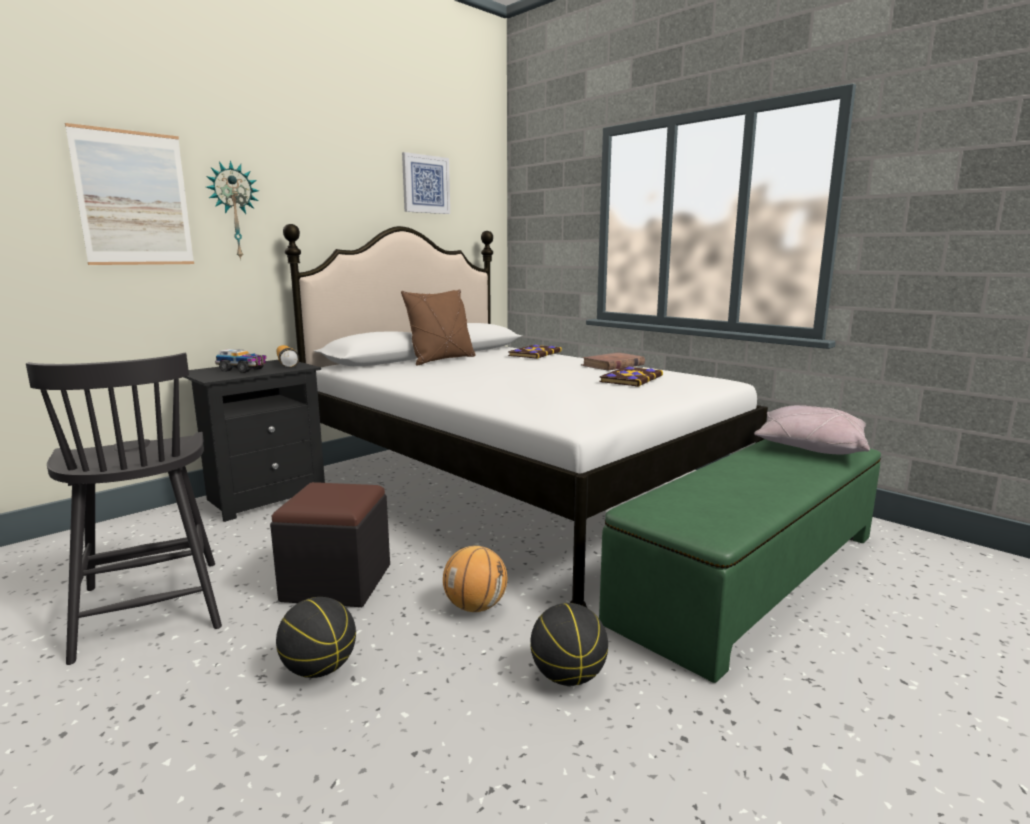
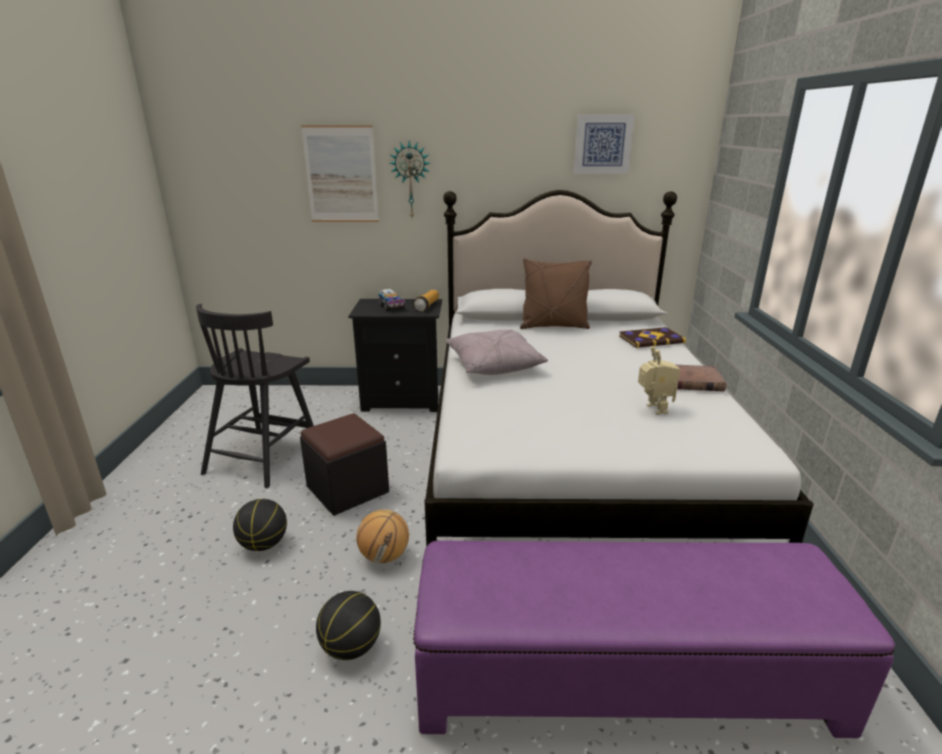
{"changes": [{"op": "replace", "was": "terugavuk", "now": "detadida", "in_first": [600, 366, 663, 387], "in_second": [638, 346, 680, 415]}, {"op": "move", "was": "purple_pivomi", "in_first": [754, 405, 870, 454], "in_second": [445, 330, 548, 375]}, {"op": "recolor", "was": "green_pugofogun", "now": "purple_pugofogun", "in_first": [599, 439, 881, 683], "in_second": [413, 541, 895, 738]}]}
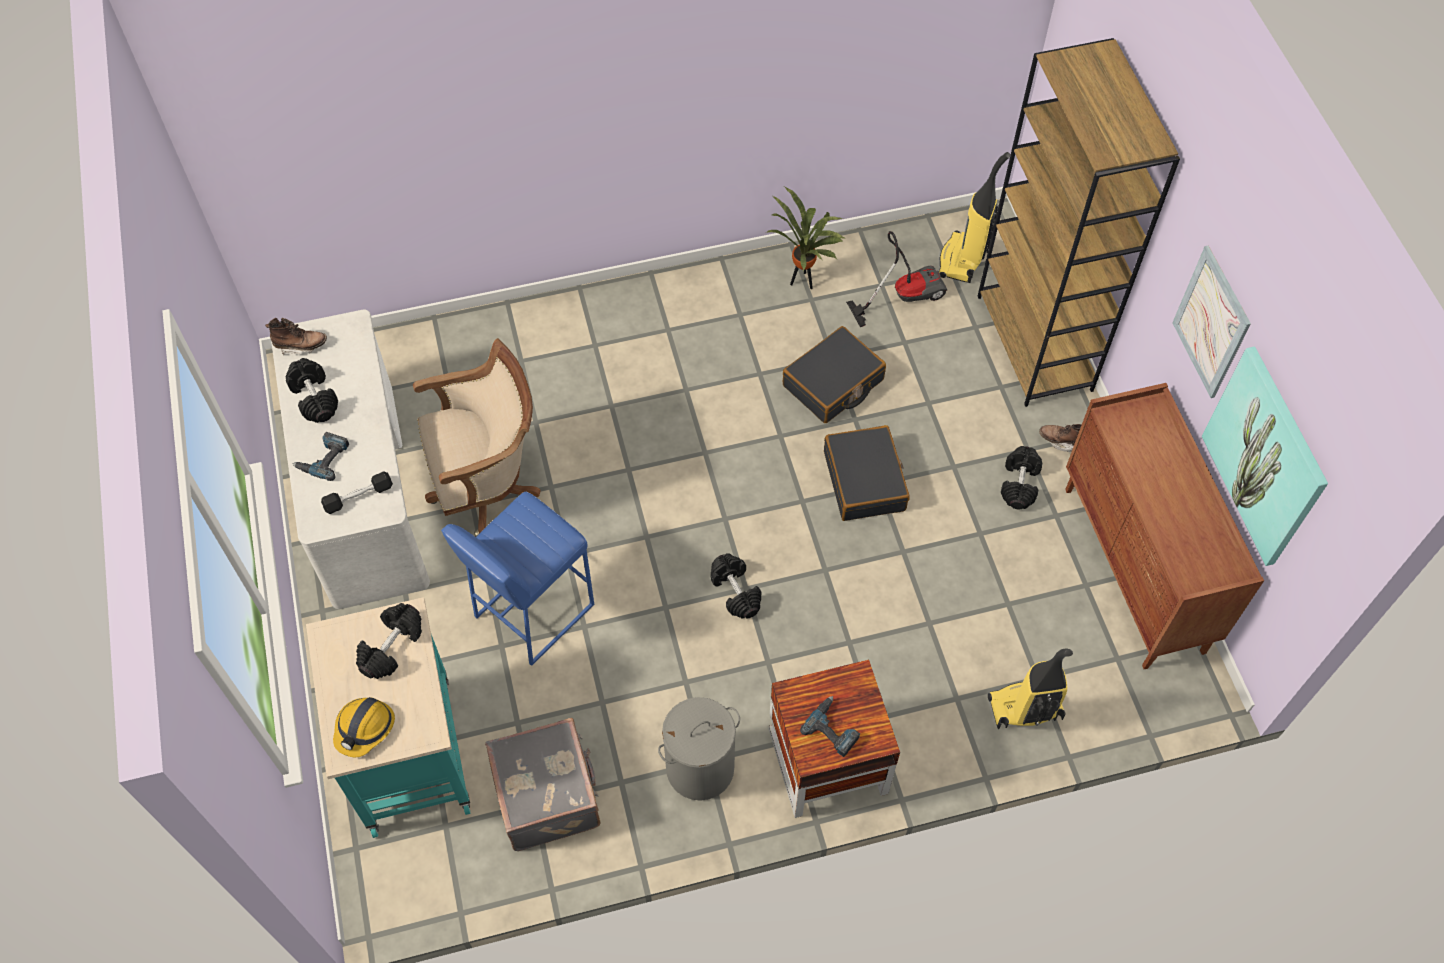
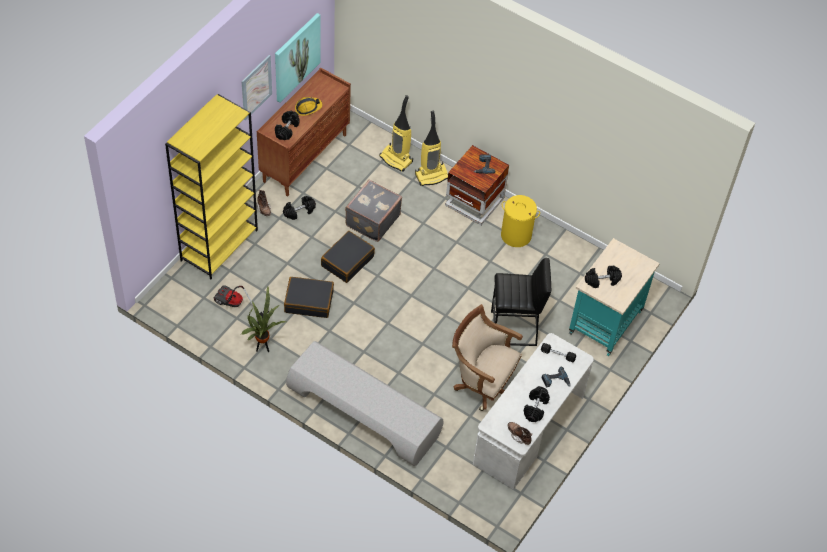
{"changes": [{"op": "recolor", "was": "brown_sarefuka", "now": "yellow_sarefuka", "in_first": [978, 38, 1180, 407], "in_second": [165, 94, 258, 280]}, {"op": "move", "was": "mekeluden", "in_first": [939, 152, 1010, 283], "in_second": [415, 111, 448, 186]}, {"op": "recolor", "was": "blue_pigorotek", "now": "black_pigorotek", "in_first": [441, 492, 594, 666], "in_second": [491, 258, 551, 346]}, {"op": "move", "was": "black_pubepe", "in_first": [710, 553, 761, 619], "in_second": [275, 110, 299, 140]}, {"op": "move", "was": "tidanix", "in_first": [333, 697, 395, 757], "in_second": [295, 97, 322, 116]}, {"op": "recolor", "was": "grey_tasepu", "now": "yellow_tasepu", "in_first": [658, 697, 740, 801], "in_second": [501, 195, 540, 247]}, {"op": "move", "was": "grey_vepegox", "in_first": [485, 718, 601, 851], "in_second": [345, 180, 402, 242]}, {"op": "insert", "now": "grey_pugofogun", "in_second": [286, 341, 443, 466]}]}
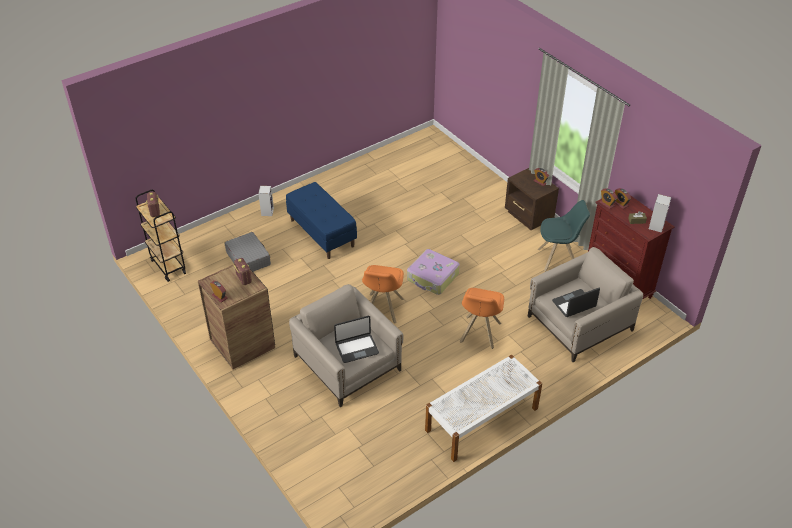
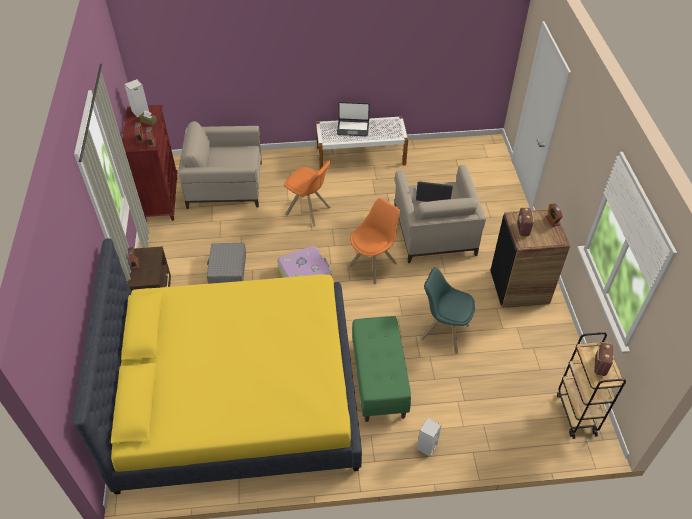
{"changes": [{"op": "recolor", "was": "blue_pugofogun", "now": "green_pugofogun", "in_first": [286, 182, 357, 259], "in_second": [352, 316, 411, 422]}, {"op": "move", "was": "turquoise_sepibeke", "in_first": [538, 200, 590, 271], "in_second": [420, 267, 475, 354]}, {"op": "move", "was": "grey_vepegox", "in_first": [225, 232, 271, 272], "in_second": [207, 243, 246, 284]}, {"op": "rotate", "was": "orange_sepibeke", "in_first": [460, 288, 504, 349], "in_second": [284, 161, 331, 226], "clockwise": 75}, {"op": "move", "was": "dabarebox", "in_first": [552, 288, 600, 317], "in_second": [337, 102, 370, 136]}, {"op": "insert", "now": "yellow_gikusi", "in_second": [73, 238, 362, 494]}]}
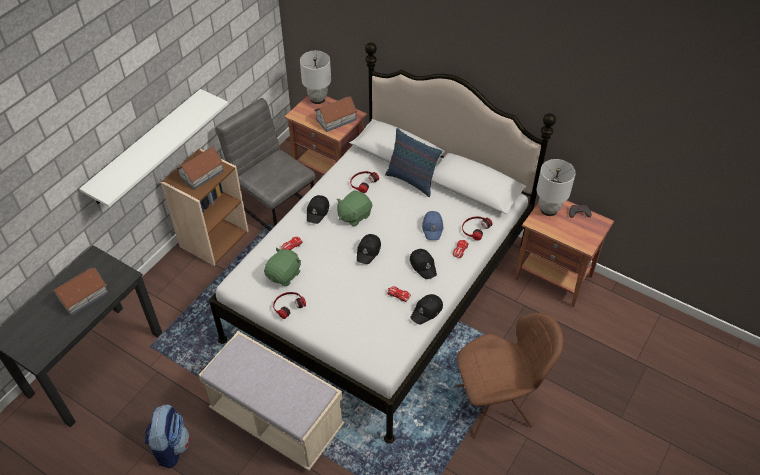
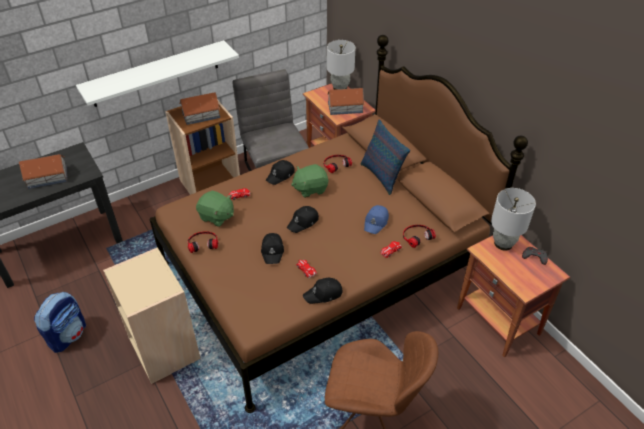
{"changes": [{"op": "recolor", "was": "white_gikusi", "now": "brown_gikusi", "in_first": [209, 42, 556, 444], "in_second": [150, 35, 528, 413]}, {"op": "rotate", "was": "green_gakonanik", "in_first": [264, 247, 301, 286], "in_second": [196, 191, 234, 227], "clockwise": 60}, {"op": "move", "was": "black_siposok", "in_first": [410, 249, 437, 279], "in_second": [261, 233, 284, 264]}, {"op": "replace", "was": "beige_pugofogun", "now": "beige_sarefuka", "in_first": [199, 331, 344, 471], "in_second": [103, 247, 201, 384]}]}
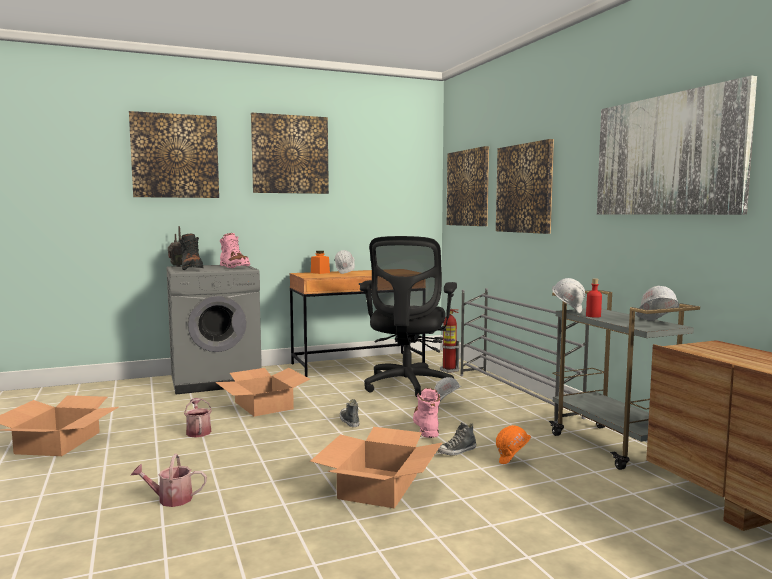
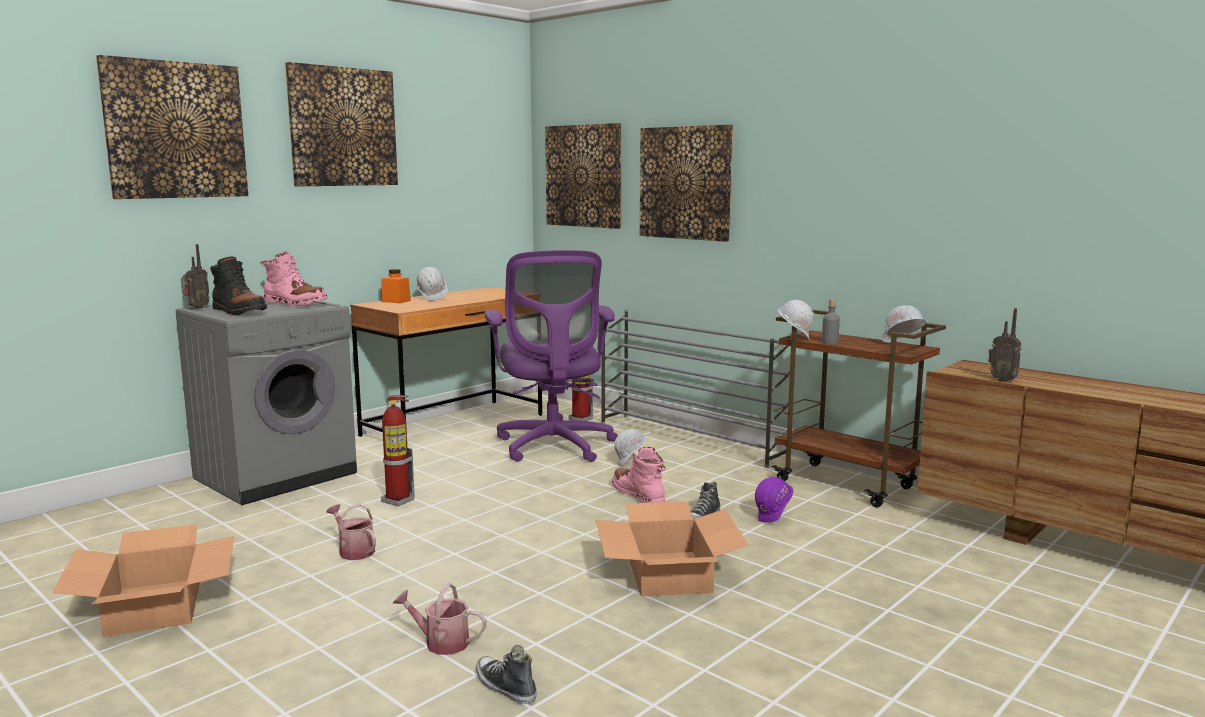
{"changes": [{"op": "delete", "was": "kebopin", "in_first": [597, 76, 757, 215]}, {"op": "recolor", "was": "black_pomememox", "now": "purple_pomememox", "in_first": [360, 236, 457, 397], "in_second": [485, 250, 618, 462]}, {"op": "recolor", "was": "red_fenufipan", "now": "grey_fenufipan", "in_first": [586, 278, 602, 318], "in_second": [822, 300, 840, 344]}, {"op": "recolor", "was": "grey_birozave", "now": "brown_birozave", "in_first": [548, 290, 700, 470], "in_second": [771, 310, 946, 507]}, {"op": "replace", "was": "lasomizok", "now": "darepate", "in_first": [215, 368, 310, 417], "in_second": [381, 395, 415, 506]}, {"op": "move", "was": "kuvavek", "in_first": [340, 399, 360, 427], "in_second": [476, 645, 537, 704]}, {"op": "recolor", "was": "orange_tidanix", "now": "purple_tidanix", "in_first": [496, 425, 531, 464], "in_second": [755, 477, 793, 523]}, {"op": "rotate", "was": "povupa", "in_first": [131, 454, 207, 507], "in_second": [392, 583, 487, 655], "clockwise": 45}, {"op": "insert", "now": "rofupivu", "in_second": [988, 308, 1021, 382]}]}
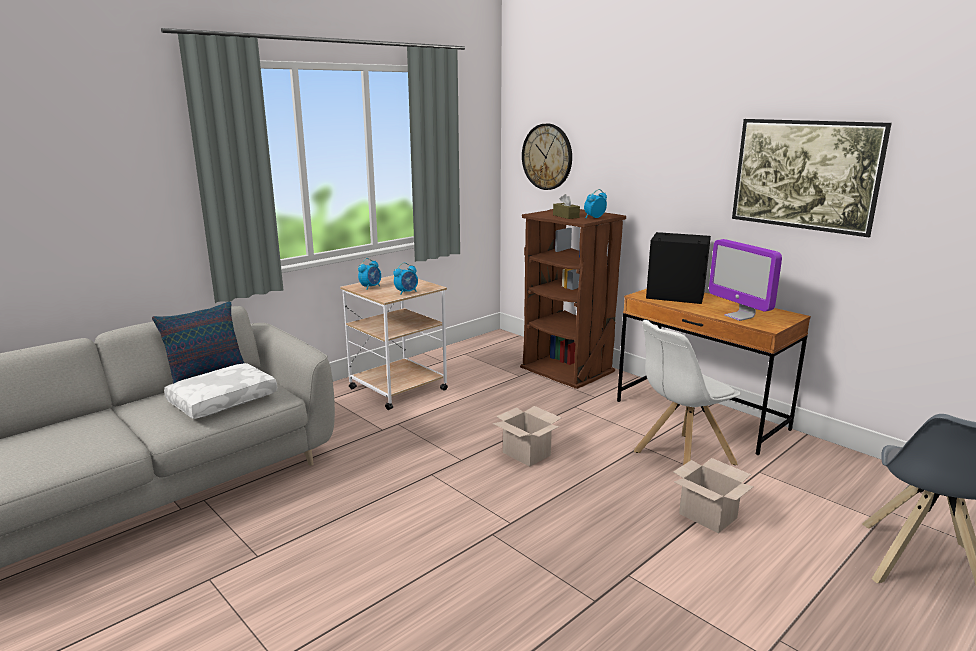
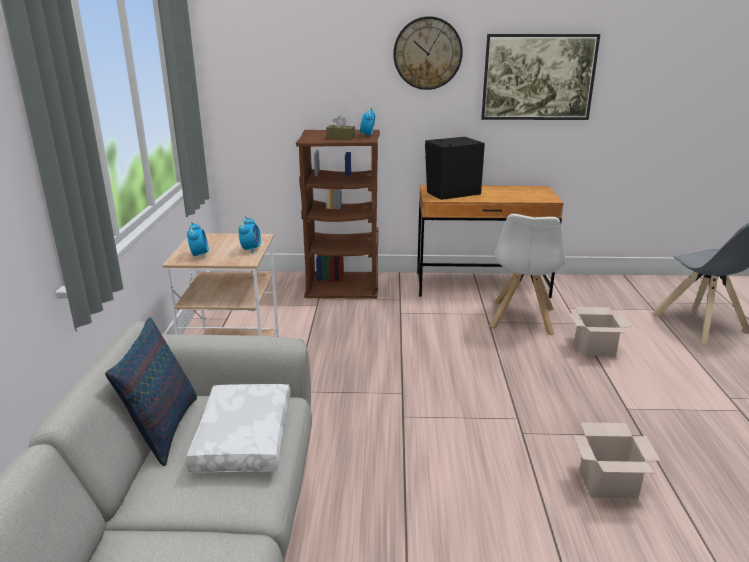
{"changes": [{"op": "move", "was": "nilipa", "in_first": [522, 124, 572, 190], "in_second": [393, 16, 463, 90]}, {"op": "delete", "was": "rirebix", "in_first": [709, 239, 782, 321]}, {"op": "move", "was": "lasomizok", "in_first": [493, 406, 561, 467], "in_second": [573, 422, 661, 498]}]}
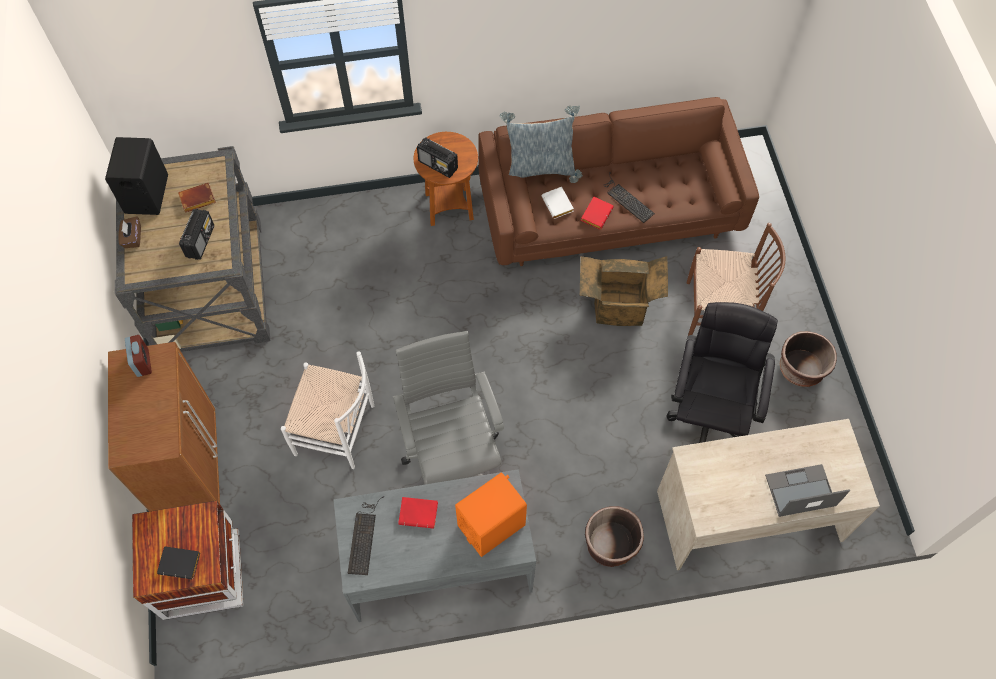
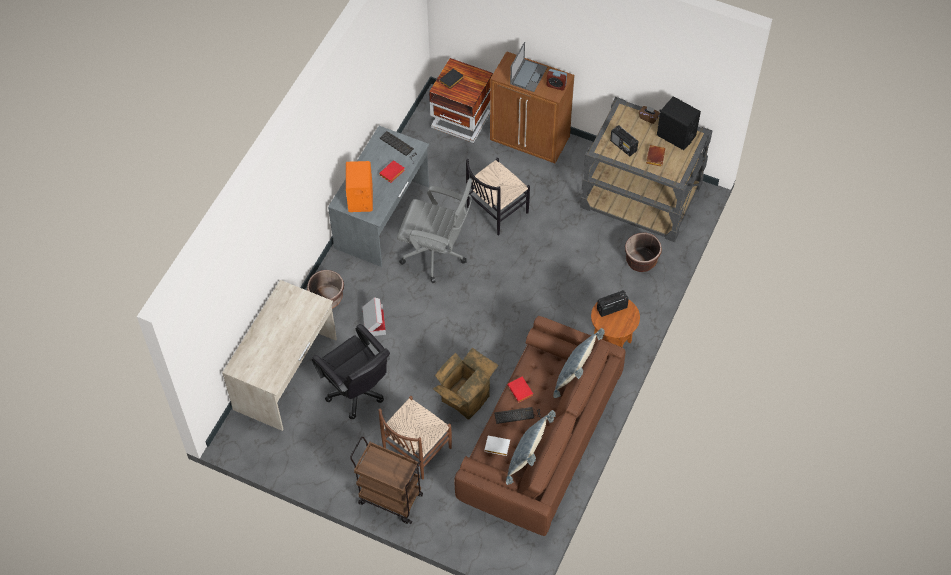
{"changes": [{"op": "move", "was": "white_terugavuk", "in_first": [542, 187, 574, 219], "in_second": [484, 436, 510, 456]}, {"op": "move", "was": "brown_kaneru", "in_first": [780, 331, 837, 387], "in_second": [625, 232, 662, 272]}, {"op": "recolor", "was": "white_sepibeke", "now": "black_sepibeke", "in_first": [281, 351, 374, 469], "in_second": [466, 158, 530, 235]}, {"op": "move", "was": "dabarebox", "in_first": [765, 464, 850, 517], "in_second": [510, 42, 547, 92]}, {"op": "insert", "now": "lasomizok", "in_second": [362, 297, 386, 336]}, {"op": "insert", "now": "pivomi", "in_second": [506, 410, 556, 485]}, {"op": "insert", "now": "brown_birozave", "in_second": [350, 437, 423, 524]}]}
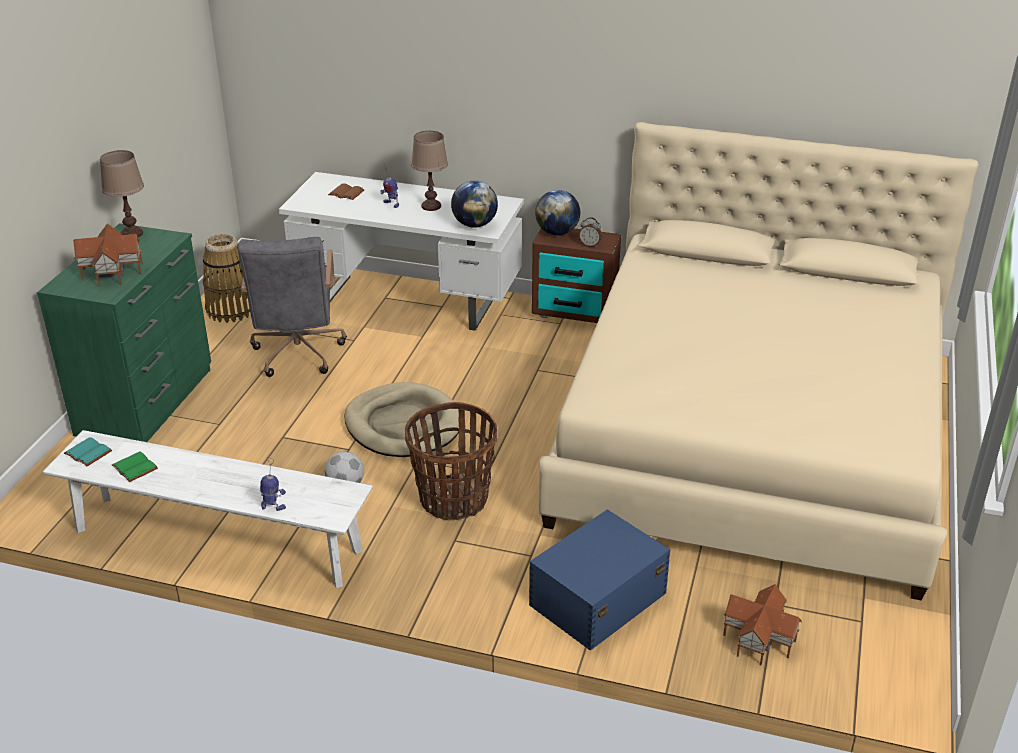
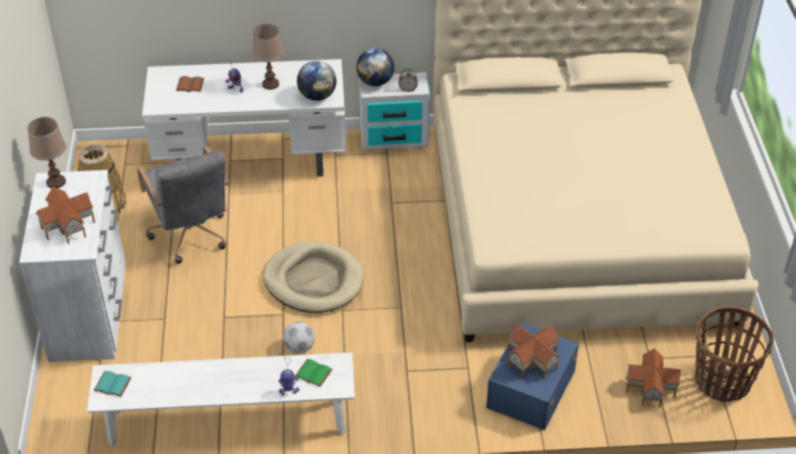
{"changes": [{"op": "recolor", "was": "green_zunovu", "now": "white_zunovu", "in_first": [37, 223, 211, 442], "in_second": [19, 170, 126, 362]}, {"op": "recolor", "was": "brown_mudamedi", "now": "white_mudamedi", "in_first": [532, 228, 621, 324], "in_second": [359, 72, 430, 151]}, {"op": "move", "was": "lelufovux", "in_first": [405, 402, 497, 520], "in_second": [695, 307, 774, 402]}, {"op": "move", "was": "green_terugavuk", "in_first": [112, 452, 158, 482], "in_second": [294, 359, 333, 387]}, {"op": "insert", "now": "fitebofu", "in_second": [508, 325, 560, 379]}]}
